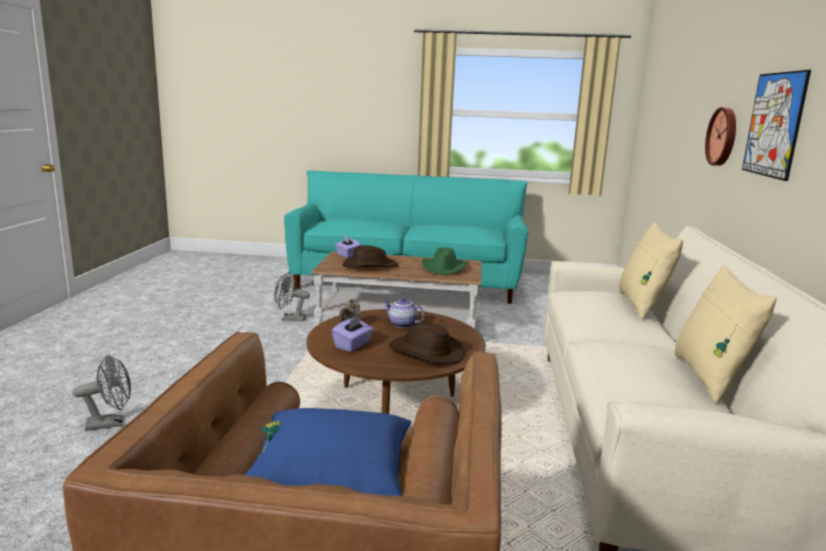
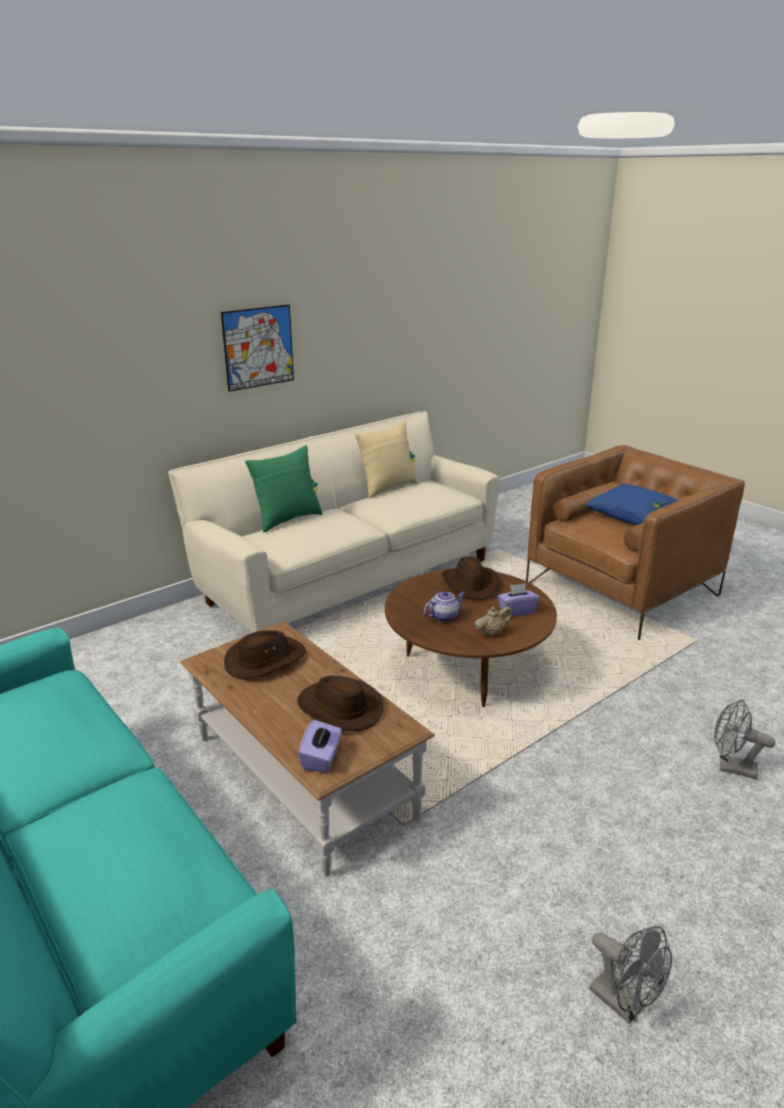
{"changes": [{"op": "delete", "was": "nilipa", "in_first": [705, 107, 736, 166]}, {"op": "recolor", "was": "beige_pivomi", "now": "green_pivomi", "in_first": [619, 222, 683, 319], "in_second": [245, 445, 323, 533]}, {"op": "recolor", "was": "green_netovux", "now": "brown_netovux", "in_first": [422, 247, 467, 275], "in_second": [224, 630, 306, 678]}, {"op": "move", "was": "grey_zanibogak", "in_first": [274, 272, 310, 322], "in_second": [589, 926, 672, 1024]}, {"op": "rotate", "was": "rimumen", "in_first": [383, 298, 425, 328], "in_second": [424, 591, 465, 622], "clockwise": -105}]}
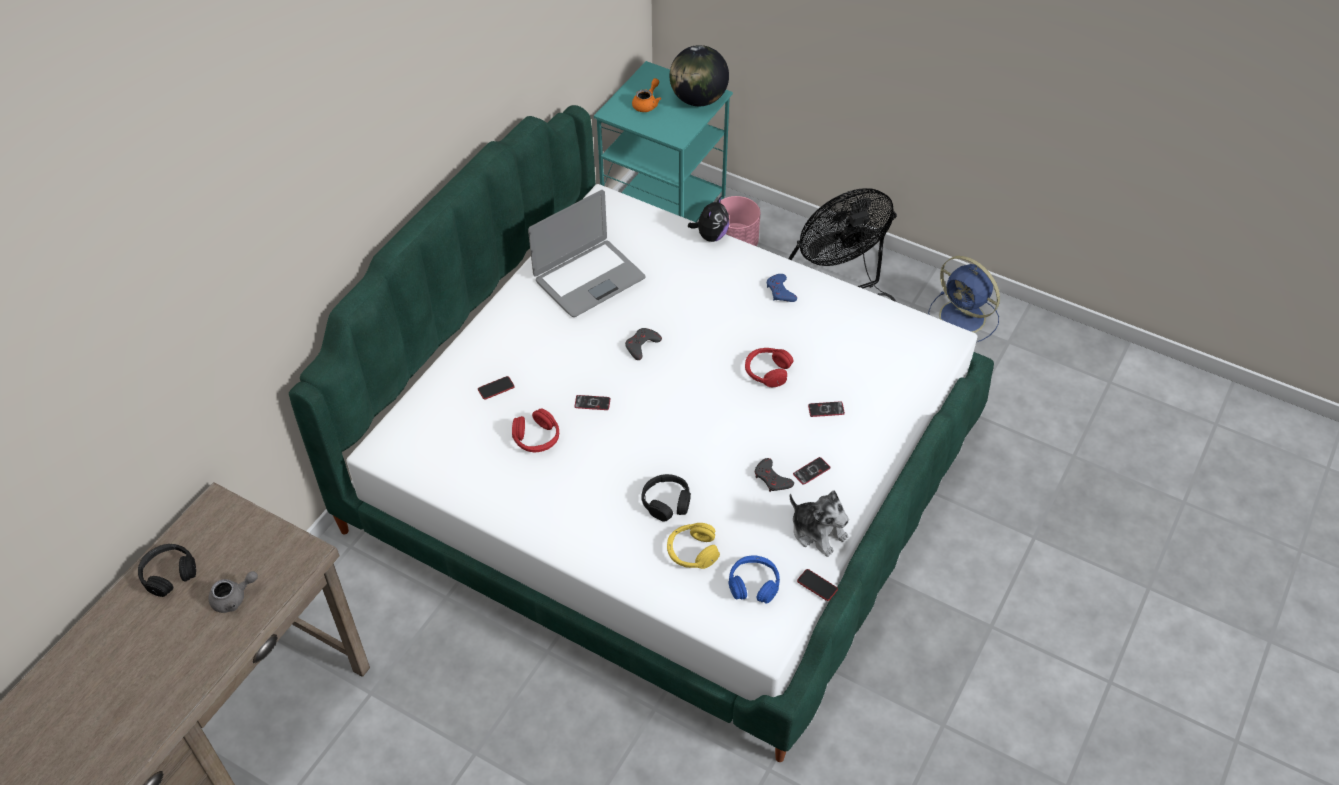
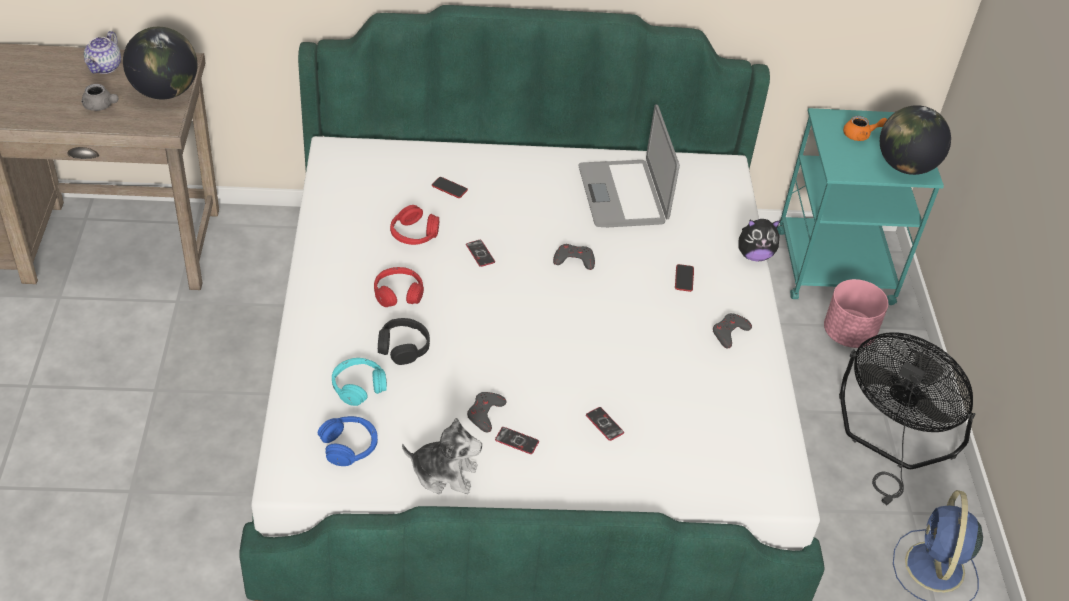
{"changes": [{"op": "rotate", "was": "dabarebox", "in_first": [528, 190, 646, 317], "in_second": [578, 105, 680, 227], "clockwise": 60}, {"op": "recolor", "was": "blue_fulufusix", "now": "grey_fulufusix", "in_first": [767, 274, 797, 302], "in_second": [713, 313, 752, 348]}, {"op": "move", "was": "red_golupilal", "in_first": [745, 348, 793, 387], "in_second": [374, 267, 424, 307]}, {"op": "rotate", "was": "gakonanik", "in_first": [790, 490, 849, 557], "in_second": [402, 418, 482, 494], "clockwise": -90}, {"op": "recolor", "was": "yellow_golupilal", "now": "turquoise_golupilal", "in_first": [667, 523, 720, 569], "in_second": [332, 358, 387, 406]}, {"op": "replace", "was": "black_golupilal", "now": "rimumen", "in_first": [138, 544, 196, 597], "in_second": [84, 31, 121, 74]}, {"op": "move", "was": "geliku", "in_first": [797, 569, 838, 601], "in_second": [675, 264, 694, 292]}, {"op": "insert", "now": "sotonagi", "in_second": [123, 27, 197, 99]}]}
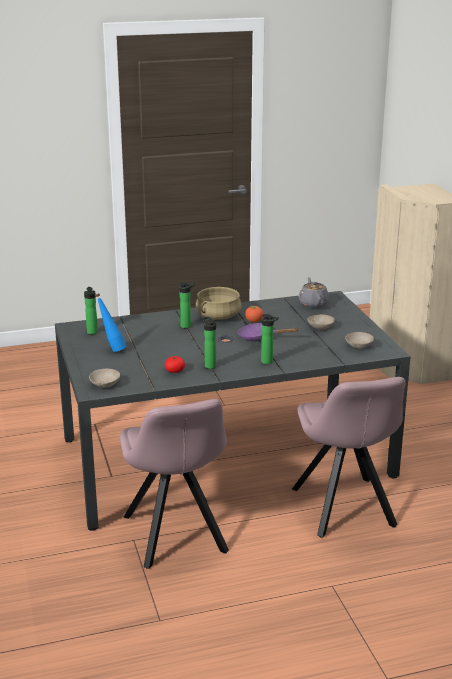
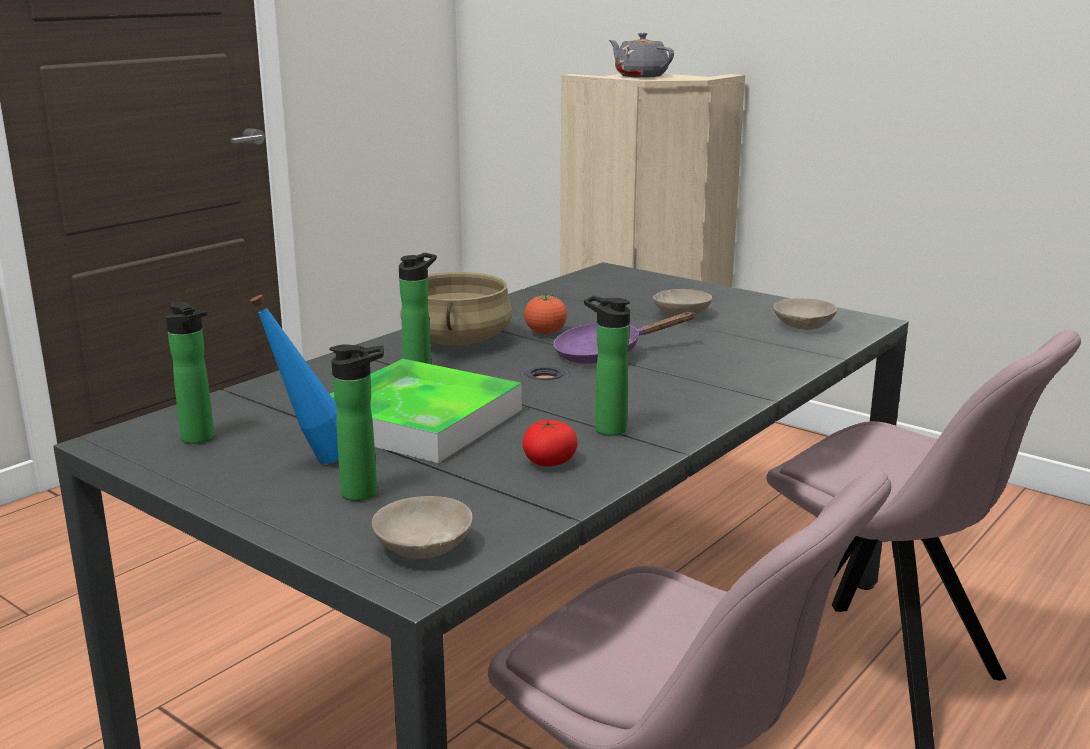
{"changes": [{"op": "move", "was": "grey_rimumen", "in_first": [299, 277, 329, 308], "in_second": [609, 33, 674, 78]}, {"op": "move", "was": "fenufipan", "in_first": [261, 314, 279, 364], "in_second": [329, 344, 384, 501]}, {"op": "insert", "now": "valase", "in_second": [330, 359, 522, 463]}]}
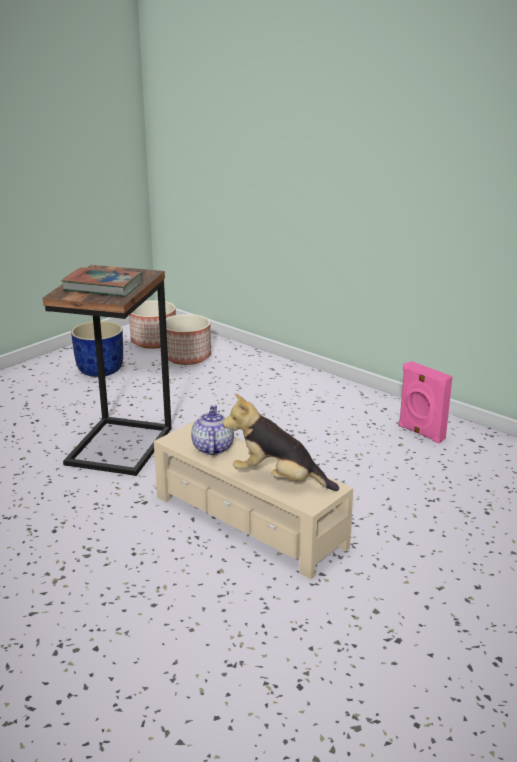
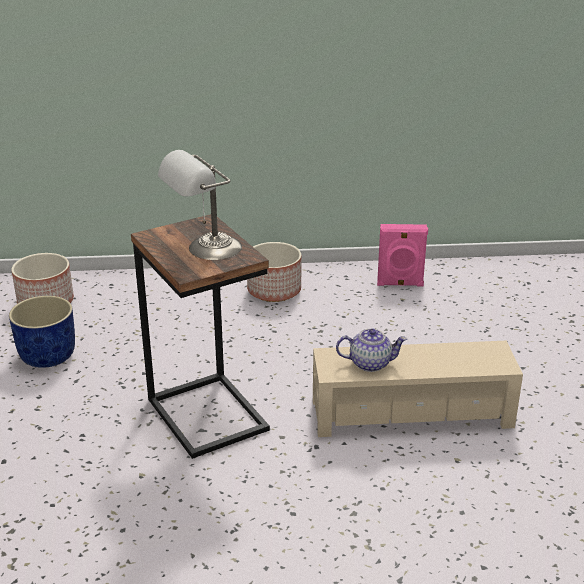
{"changes": [{"op": "replace", "was": "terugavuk", "now": "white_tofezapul", "in_first": [61, 267, 143, 297], "in_second": [158, 150, 242, 260]}, {"op": "move", "was": "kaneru", "in_first": [166, 314, 211, 365], "in_second": [247, 242, 301, 302]}, {"op": "delete", "was": "gakonanik", "in_first": [222, 393, 339, 491]}, {"op": "rotate", "was": "rimumen", "in_first": [191, 405, 234, 455], "in_second": [336, 329, 407, 372], "clockwise": 135}]}
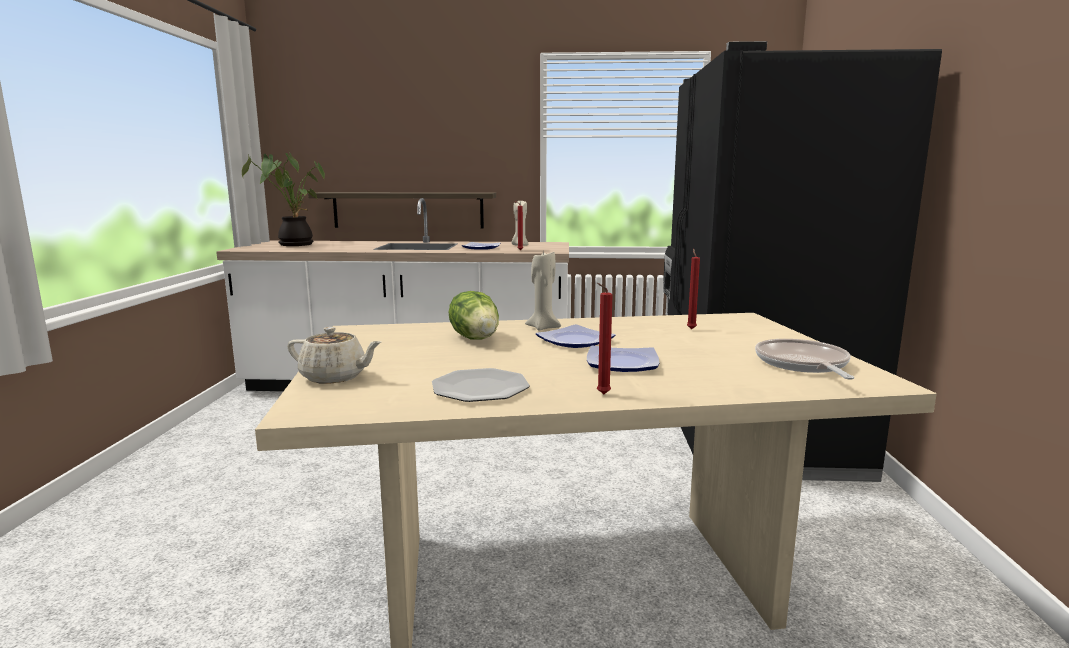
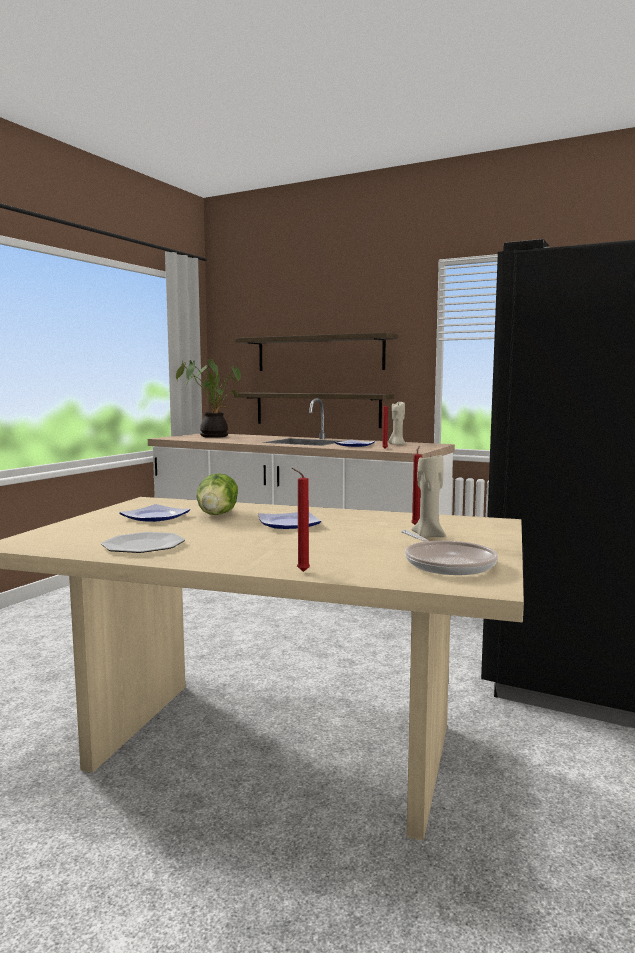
{"changes": [{"op": "move", "was": "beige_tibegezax", "in_first": [525, 252, 561, 331], "in_second": [411, 453, 446, 538]}, {"op": "move", "was": "red_tibegezax", "in_first": [597, 283, 613, 394], "in_second": [292, 468, 310, 572]}, {"op": "delete", "was": "beige_rimumen", "in_first": [287, 327, 381, 384]}, {"op": "rotate", "was": "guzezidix", "in_first": [755, 339, 854, 380], "in_second": [401, 530, 498, 575], "clockwise": 135}, {"op": "move", "was": "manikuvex", "in_first": [587, 345, 659, 372], "in_second": [119, 504, 190, 522]}, {"op": "insert", "now": "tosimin", "in_second": [235, 332, 398, 371]}]}
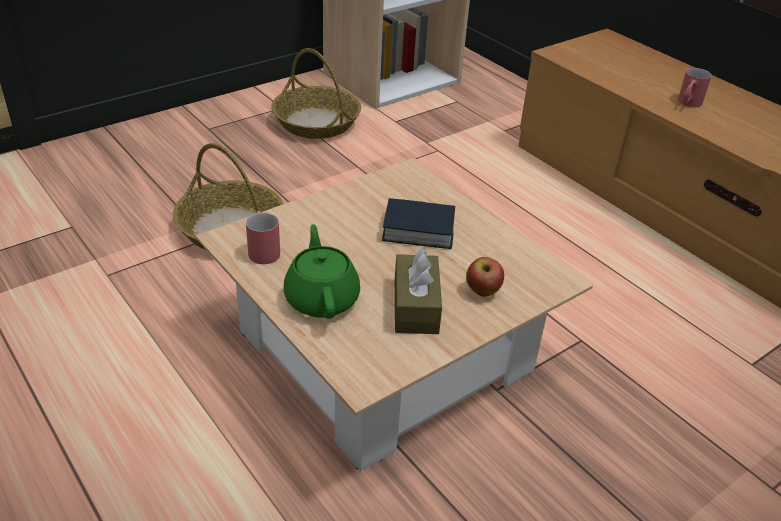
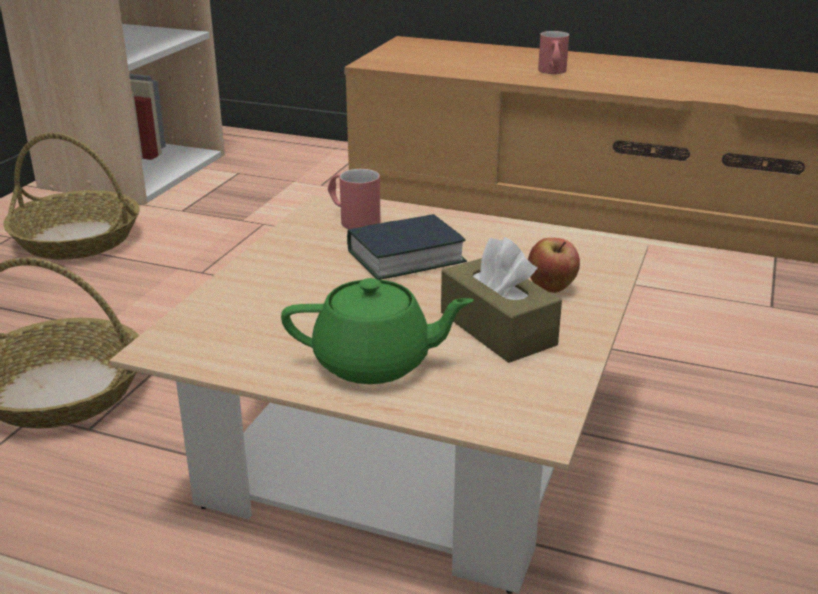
{"changes": [{"op": "move", "was": "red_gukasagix", "in_first": [246, 211, 280, 264], "in_second": [328, 169, 381, 229]}, {"op": "rotate", "was": "green_rimumen", "in_first": [284, 224, 360, 319], "in_second": [281, 278, 474, 384], "clockwise": 135}]}
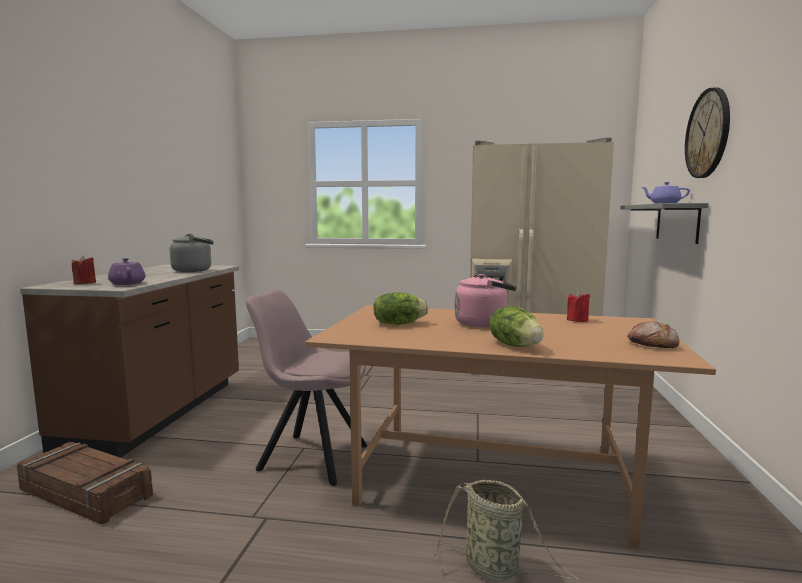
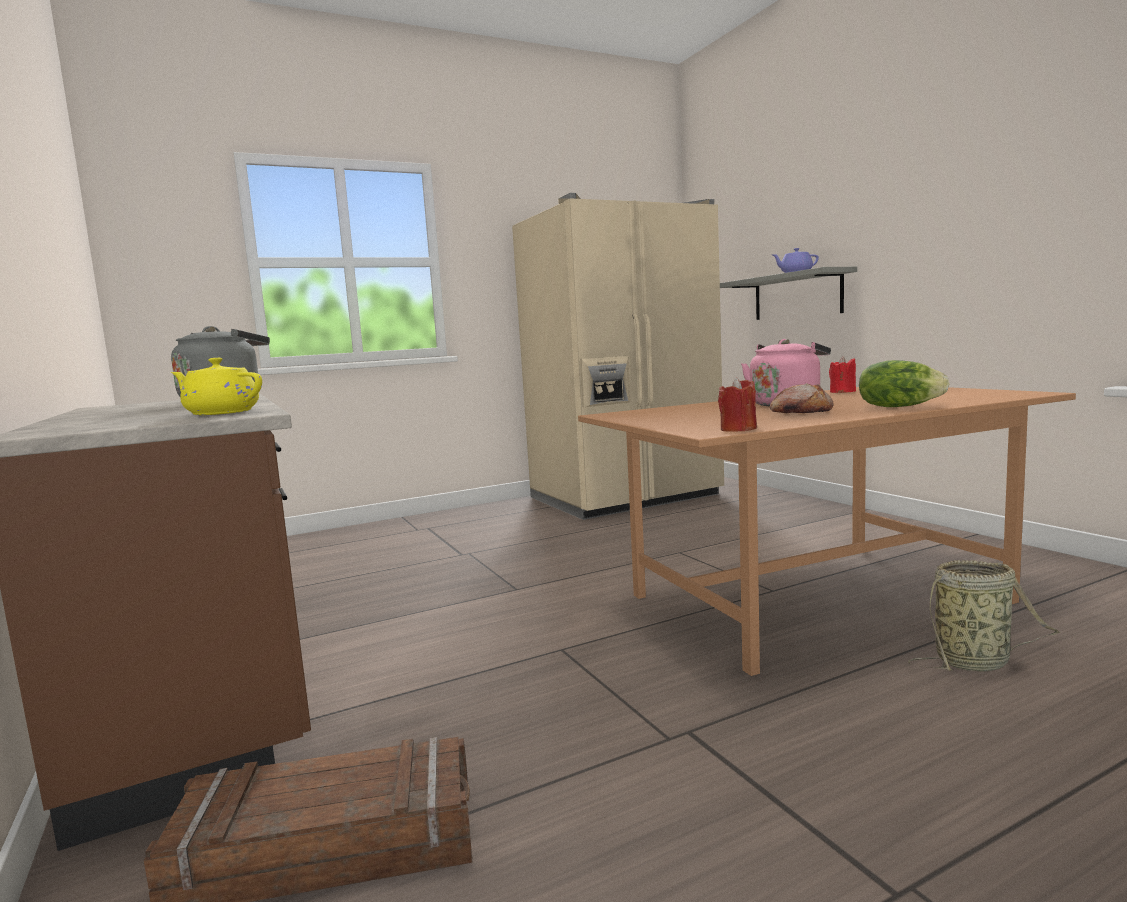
{"changes": [{"op": "delete", "was": "nilipa", "in_first": [685, 87, 730, 178]}, {"op": "move", "was": "red_tibegezax", "in_first": [72, 255, 96, 284], "in_second": [718, 377, 757, 432]}, {"op": "recolor", "was": "purple_rimumen", "now": "yellow_rimumen", "in_first": [108, 258, 146, 285], "in_second": [171, 358, 262, 415]}, {"op": "delete", "was": "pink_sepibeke", "in_first": [245, 289, 367, 486]}, {"op": "delete", "was": "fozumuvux", "in_first": [373, 292, 428, 325]}, {"op": "move", "was": "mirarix", "in_first": [627, 321, 679, 348], "in_second": [770, 383, 834, 413]}]}
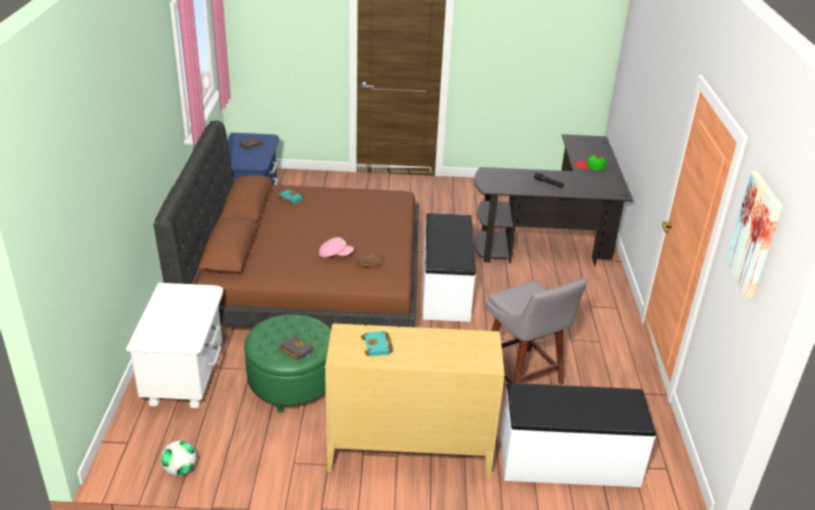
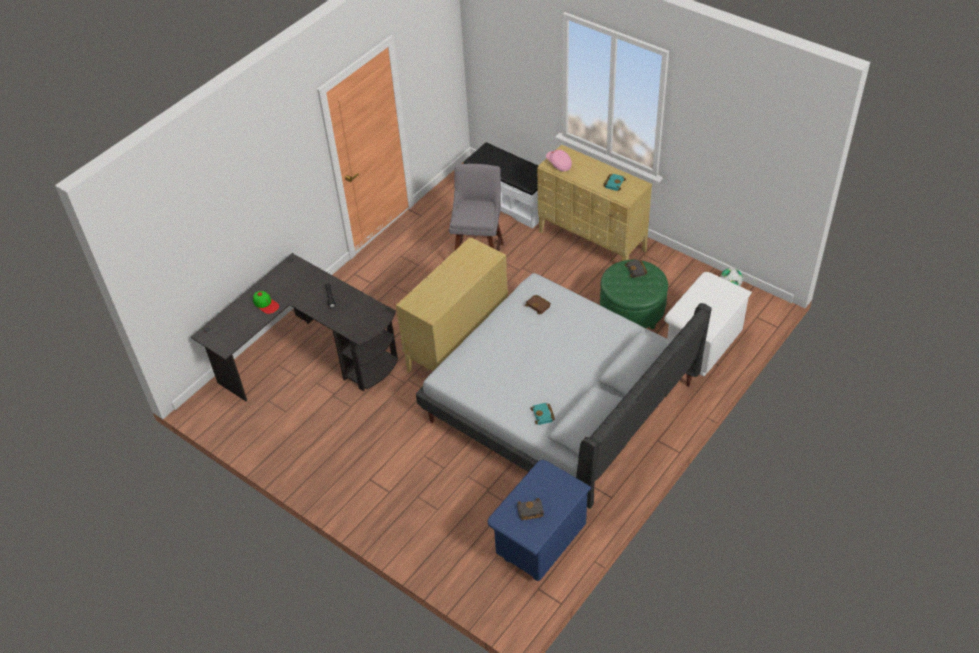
{"changes": [{"op": "recolor", "was": "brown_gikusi", "now": "grey_gikusi", "in_first": [153, 121, 419, 329], "in_second": [416, 273, 712, 509]}, {"op": "delete", "was": "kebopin", "in_first": [725, 171, 783, 299]}, {"op": "replace", "was": "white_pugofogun", "now": "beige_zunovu", "in_first": [422, 213, 476, 322], "in_second": [396, 237, 508, 372]}, {"op": "move", "was": "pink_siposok", "in_first": [319, 237, 354, 257], "in_second": [546, 150, 572, 172]}]}
